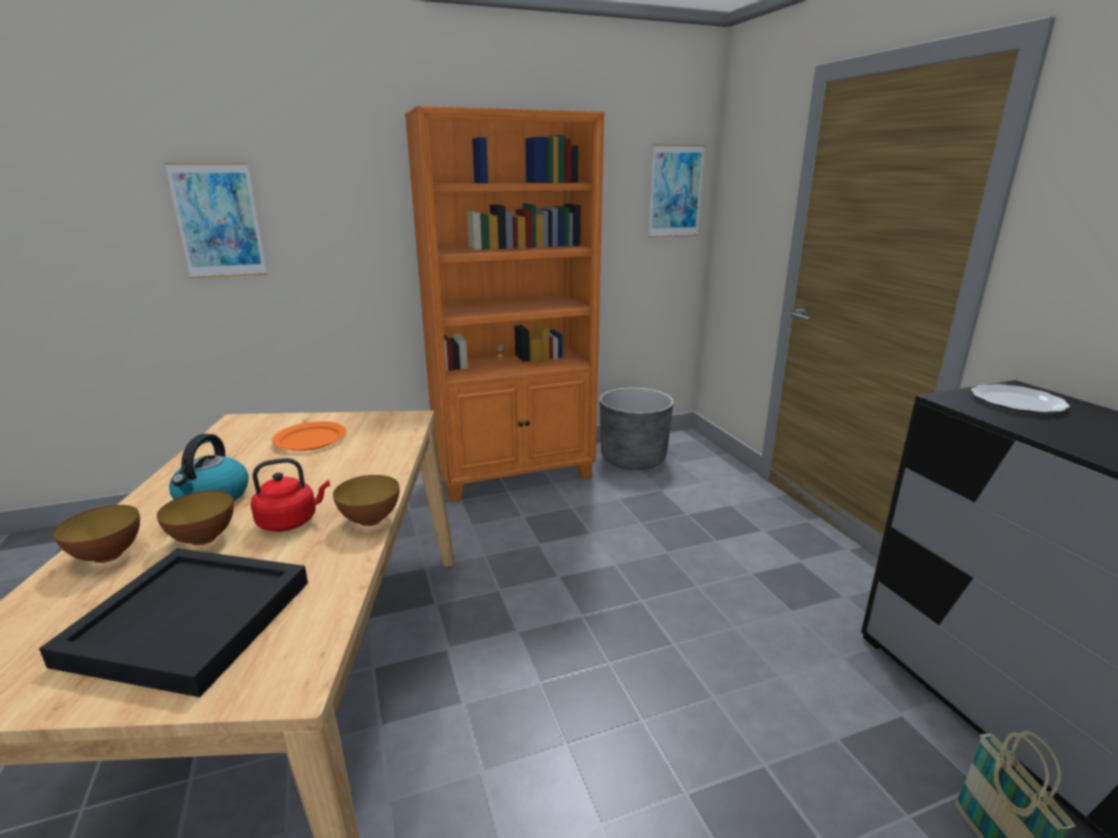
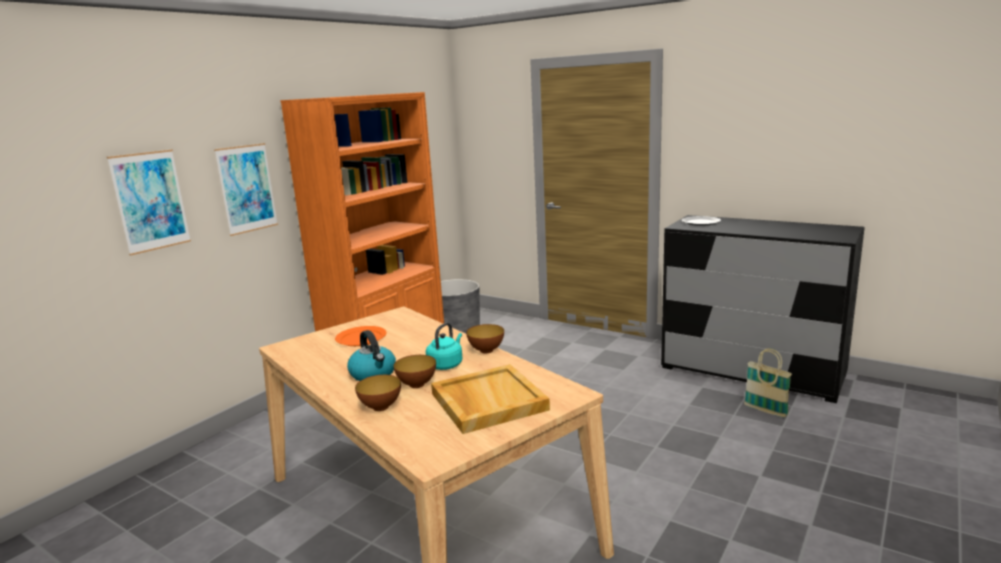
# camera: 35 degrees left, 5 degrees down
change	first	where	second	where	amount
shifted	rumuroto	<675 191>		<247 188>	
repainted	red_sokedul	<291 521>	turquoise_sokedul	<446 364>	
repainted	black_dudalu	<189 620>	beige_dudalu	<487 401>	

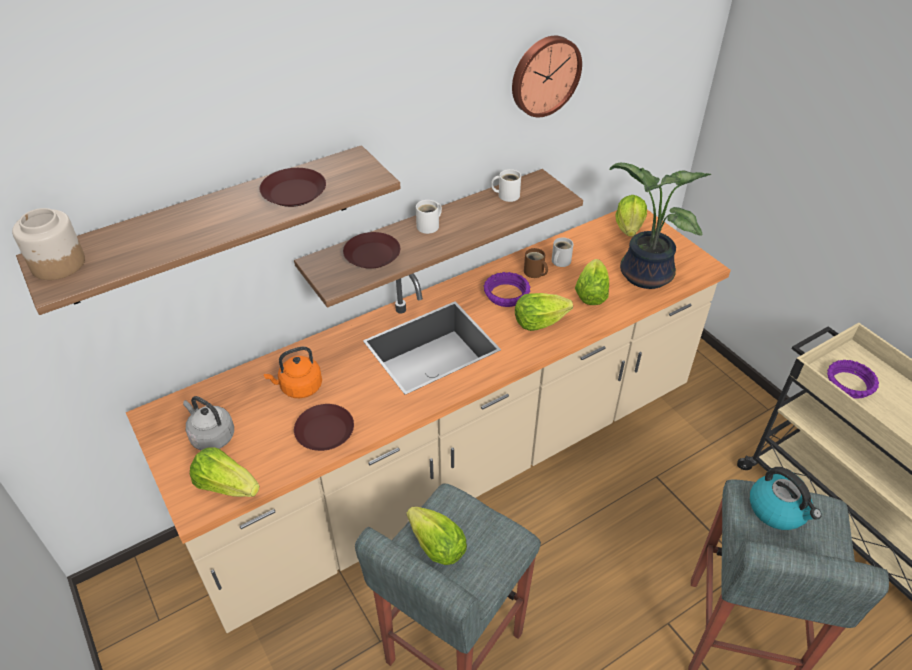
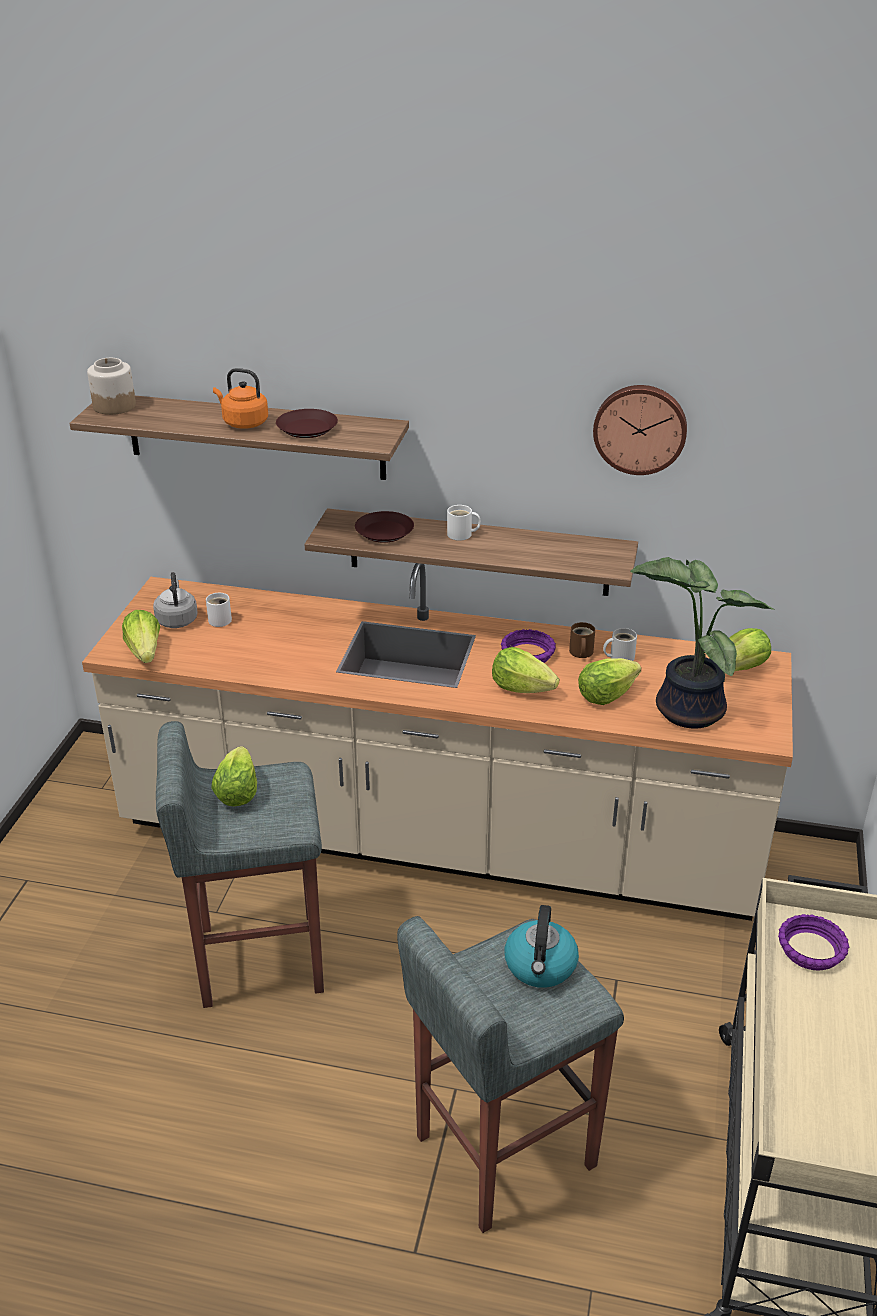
# camera: 45 degrees right, 10 degrees down
change	first	where	second	where	amount
shifted	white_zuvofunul	<506 195>		<219 619>	
shifted	orange_sokedul	<299 387>		<243 423>	
gone	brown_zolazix	<324 431>			

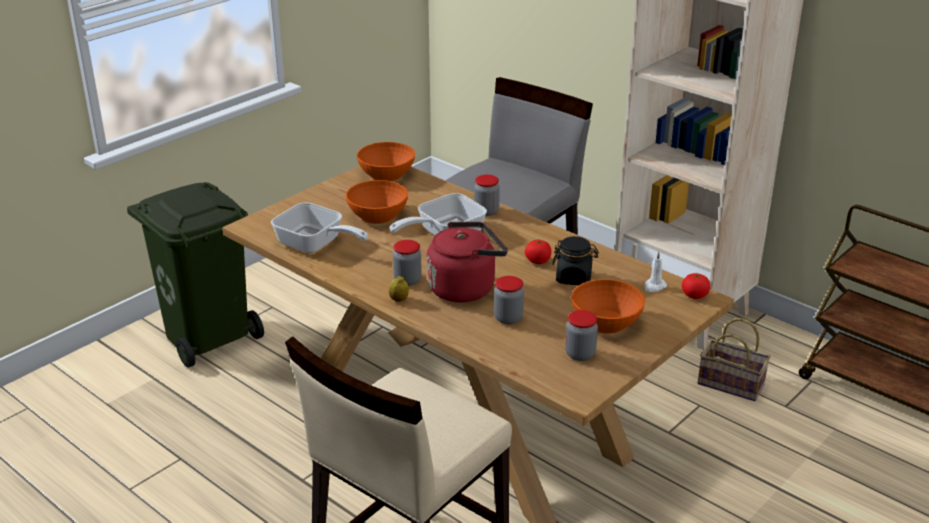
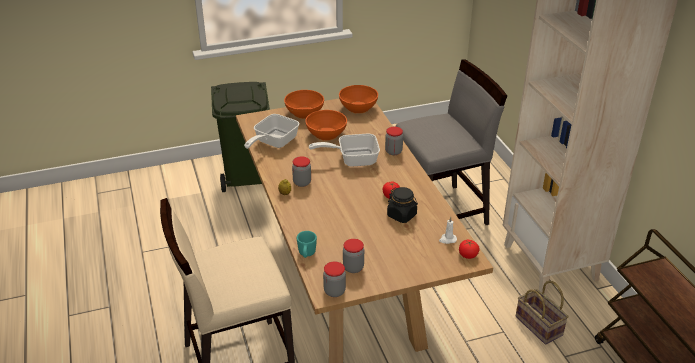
# camera: 30 degrees right, 5 degrees up
change	first	where	second	where	amount
rotated	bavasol	<315 245>		<273 142>	60 degrees clockwise
shifted	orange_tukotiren	<607 322>		<305 113>	
new			turquoise_zuvofunul	<306 254>	
shifted	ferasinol	<508 318>		<334 291>	
gone	red_sokedul	<465 288>			

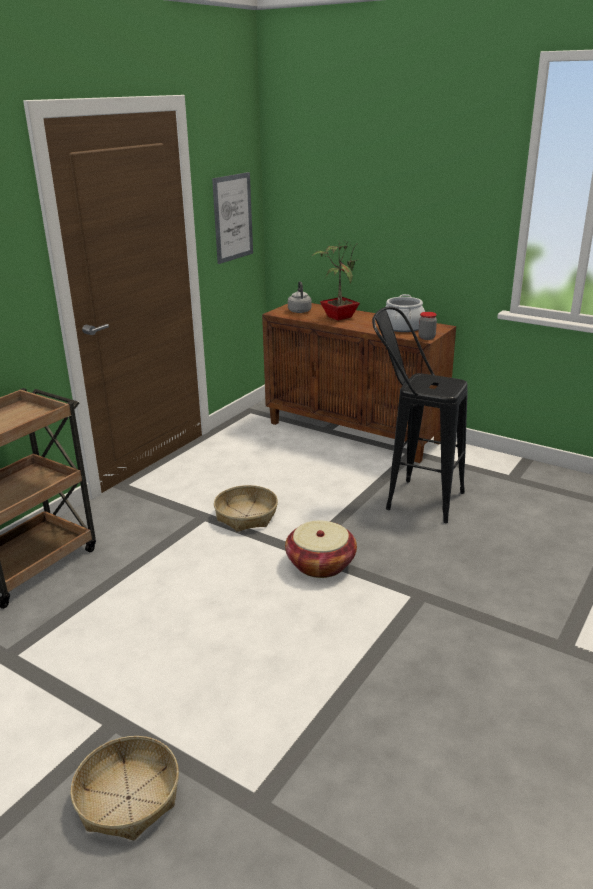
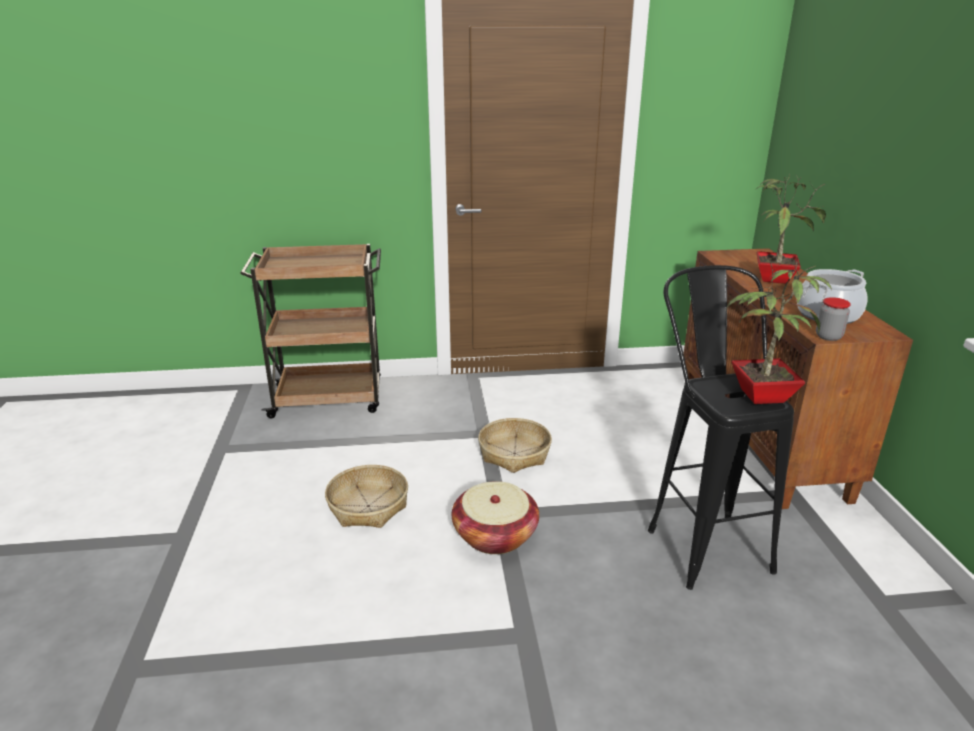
# camera: 50 degrees right, 0 degrees up
change	first	where	second	where	amount
shifted	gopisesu	<129 797>		<368 506>	
new			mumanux	<759 396>	
gone	rumuroto	<233 217>			
gone	grey_sokedul	<299 311>			

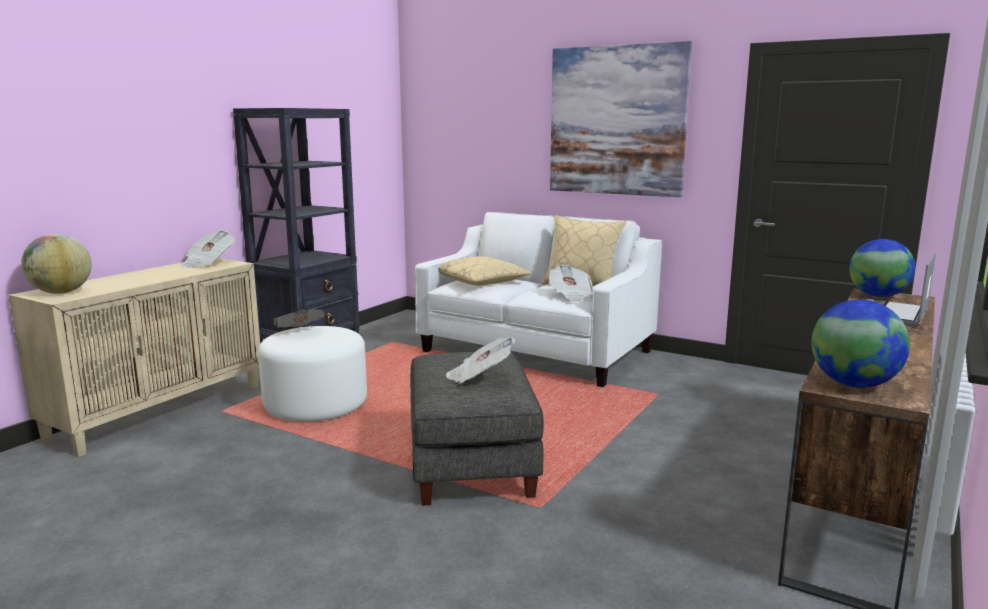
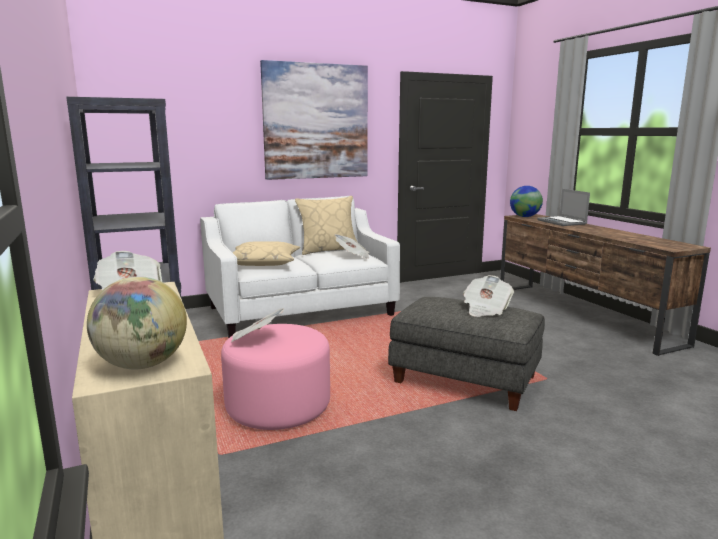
# camera: 55 degrees left, 0 degrees up
change	first	where	second	where	amount
repainted	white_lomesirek	<316 405>	pink_lomesirek	<278 406>	
gone	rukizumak	<853 384>			

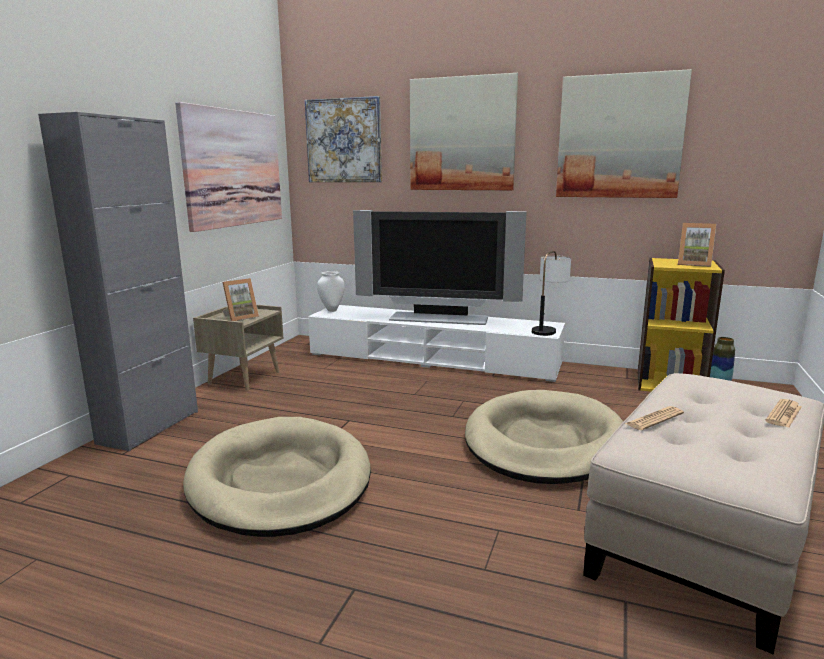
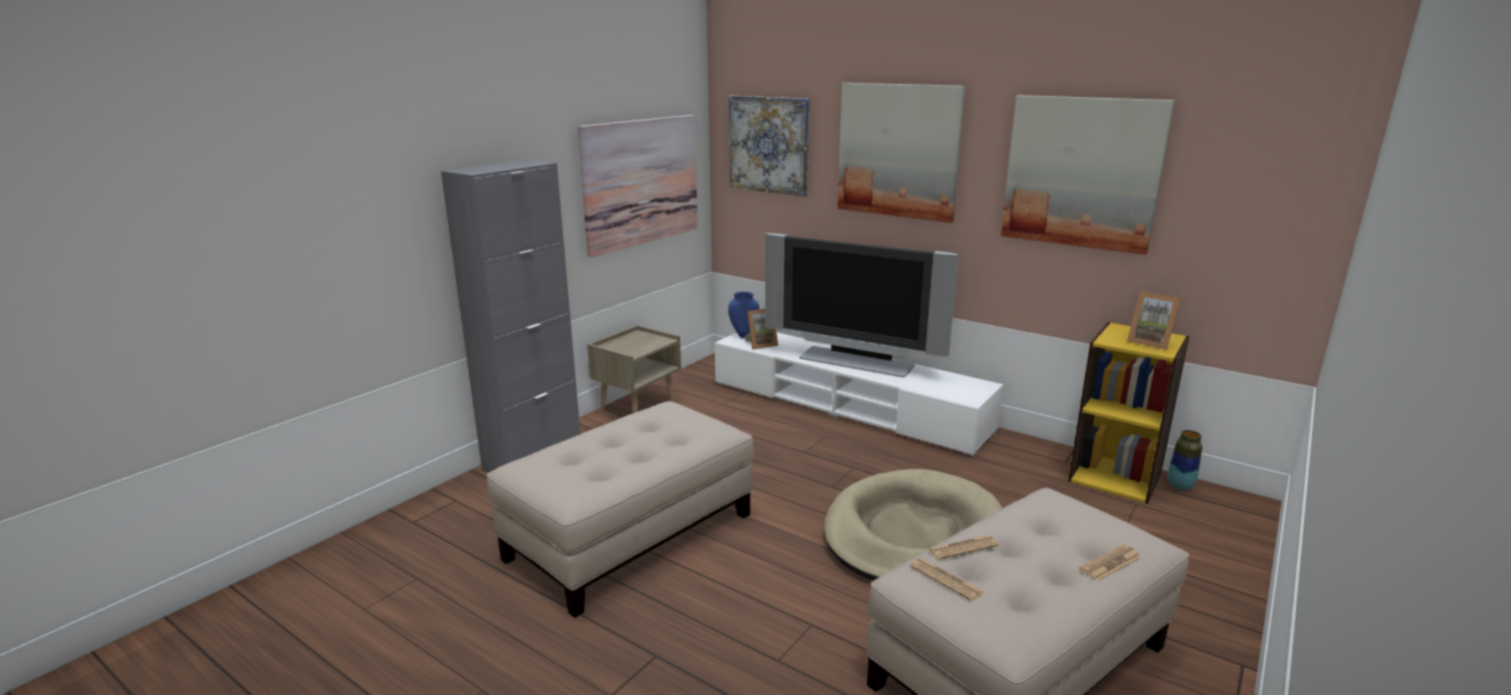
# camera: 15 degrees right, 5 degrees up
change	first	where	second	where	amount
swapped	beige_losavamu	<280 481>	beige_lomesirek	<632 537>	
repainted	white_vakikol	<332 310>	blue_vakikol	<744 335>	
shifted	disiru	<240 317>		<760 344>	
new			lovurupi	<946 580>	
gone	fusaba	<548 329>			

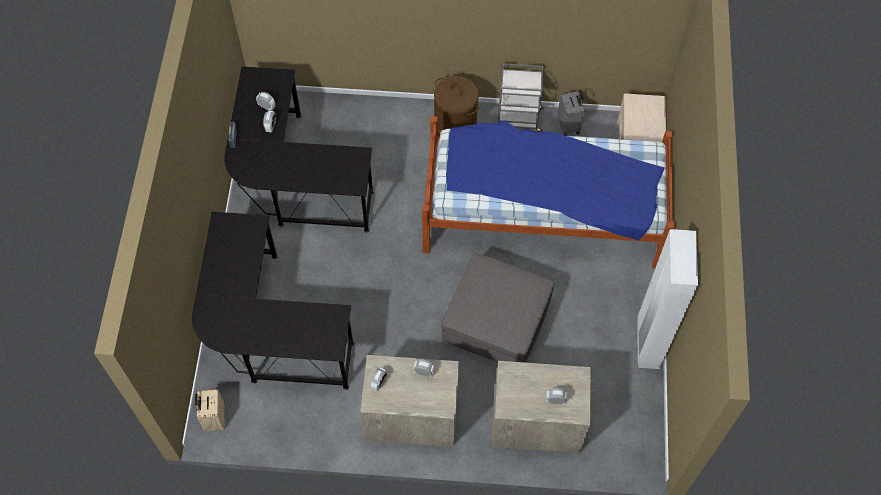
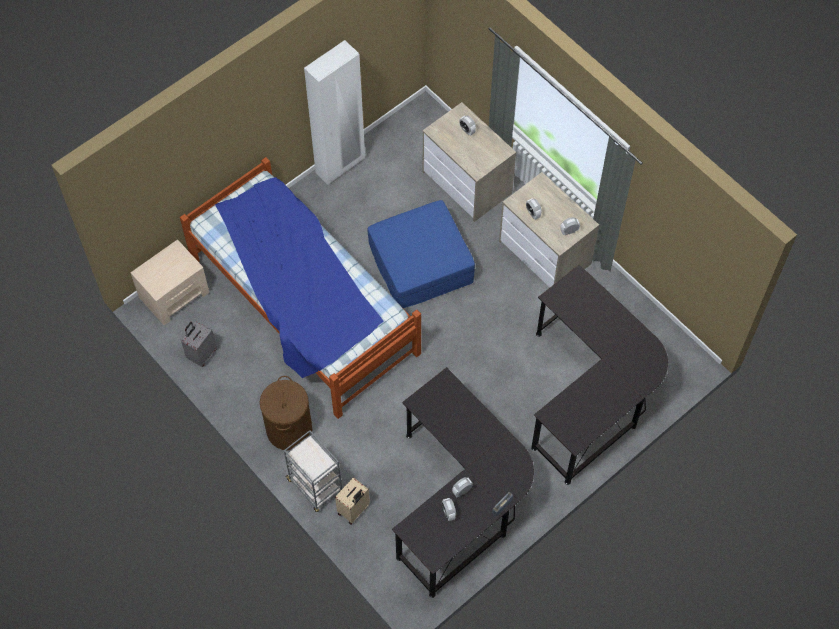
# camera: 135 degrees left, 0 degrees up
change	first	where	second	where	amount
shifted	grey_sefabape	<518 120>		<316 486>	
shifted	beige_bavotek	<214 418>		<354 510>	
repainted	grey_lomesirek	<497 319>	blue_lomesirek	<420 263>	

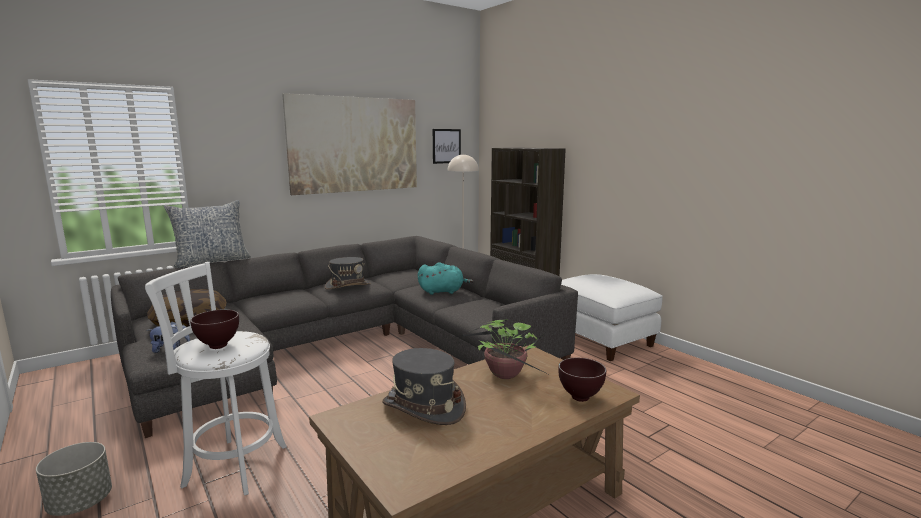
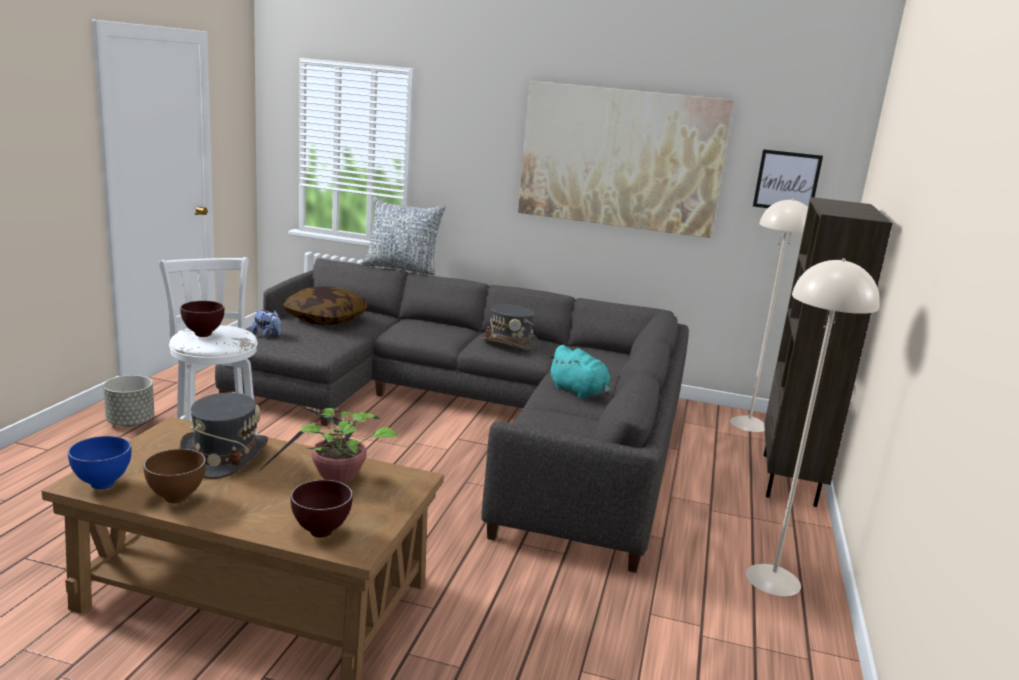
# camera: 50 degrees right, 5 degrees up
change	first	where	second	where	amount
new			blue_tukotiren	<101 484>	
new			brown_tukotiren	<176 499>	
swapped	white_lomesirek	<600 339>	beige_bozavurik	<773 580>	

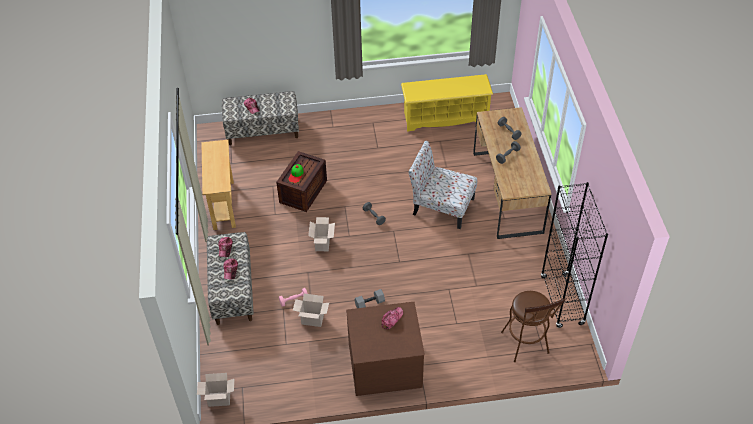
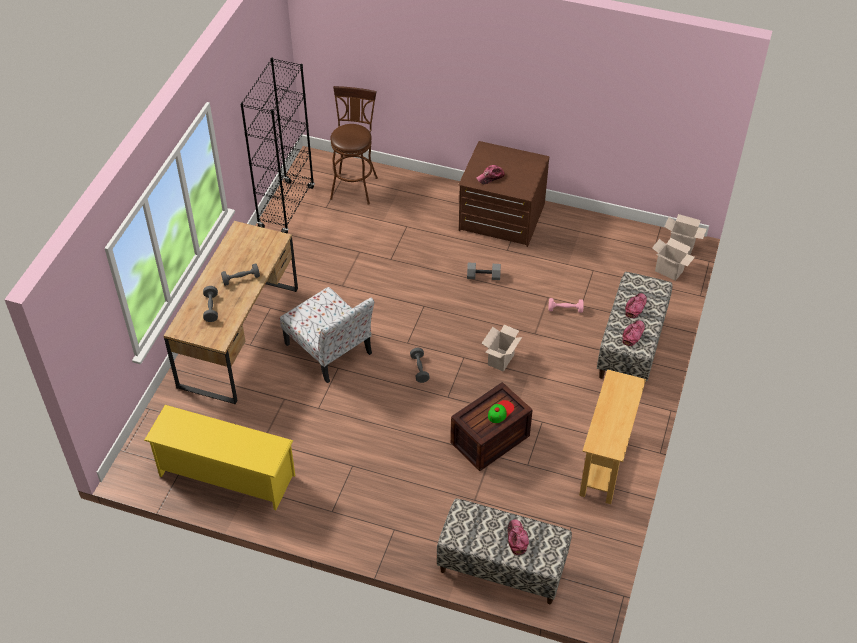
# camera: 155 degrees left, 0 degrees up
change	first	where	second	where	amount
shifted	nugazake	<311 320>		<670 271>	

